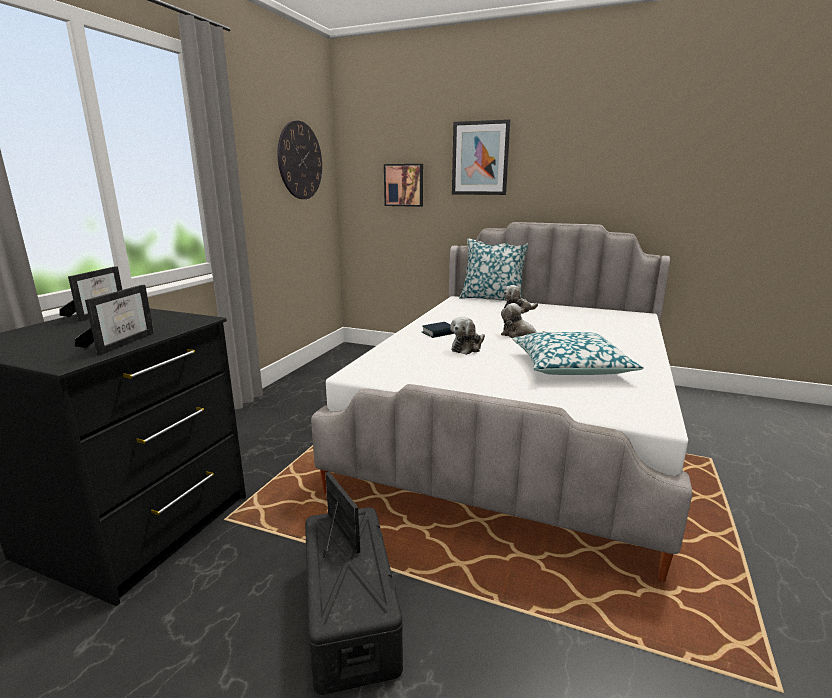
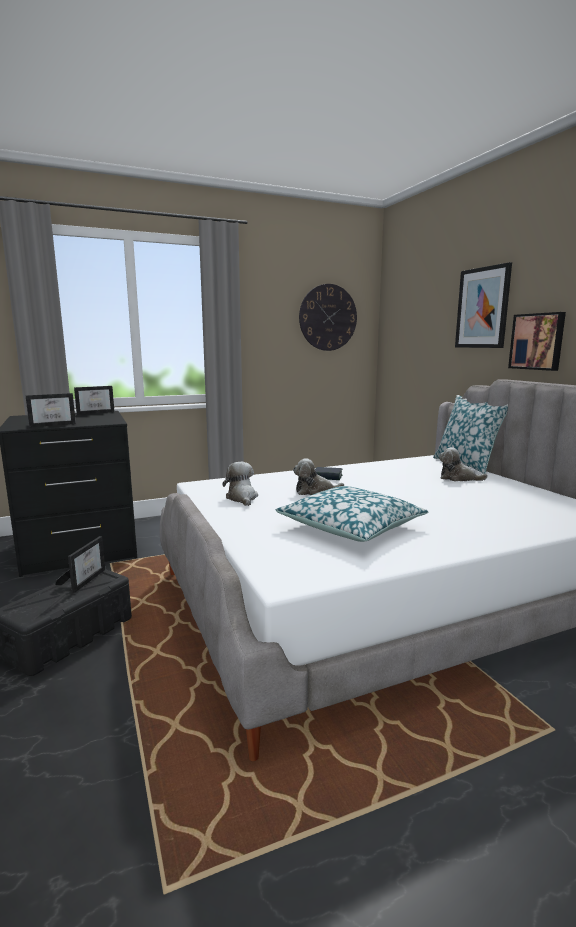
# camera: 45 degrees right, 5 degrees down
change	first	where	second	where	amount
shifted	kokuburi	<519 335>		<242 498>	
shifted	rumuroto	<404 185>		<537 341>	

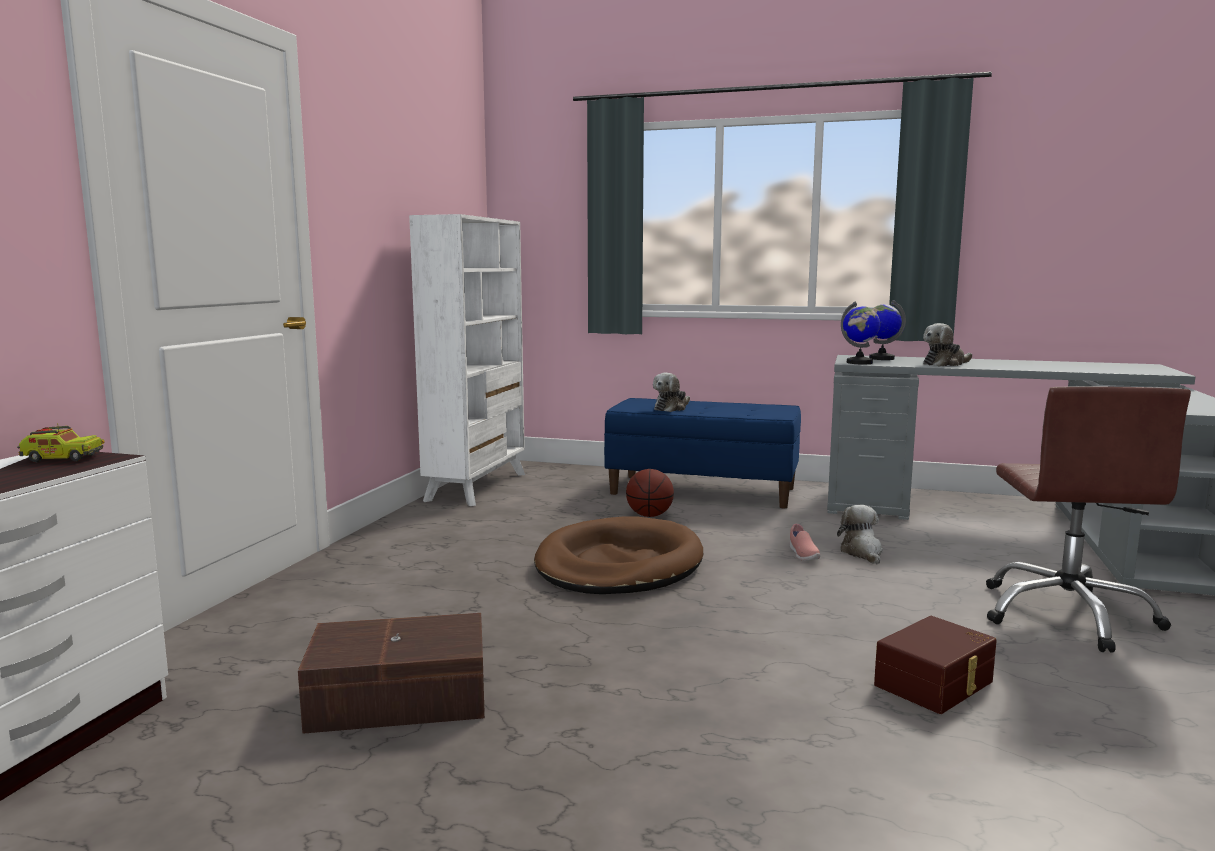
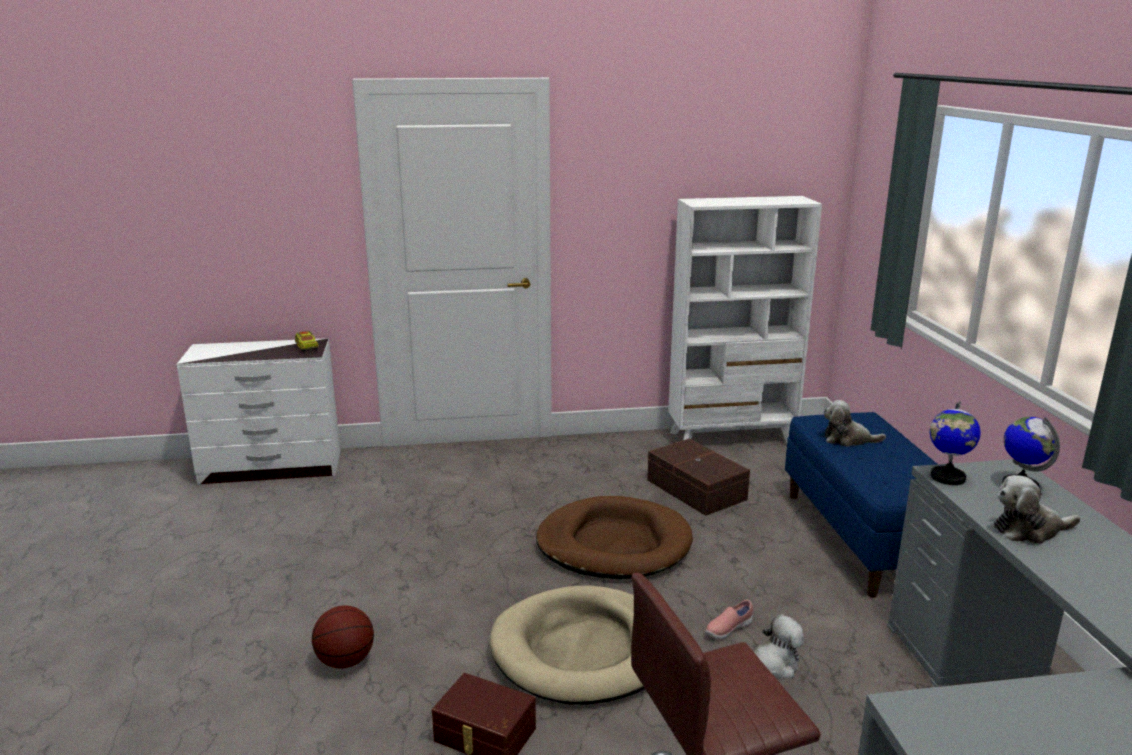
# camera: 65 degrees right, 10 degrees up
change	first	where	second	where	amount
shifted	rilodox	<649 515>		<345 661>	
new			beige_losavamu	<584 651>	
shifted	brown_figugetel	<401 699>		<695 490>	
rotated	kokuburi	<945 364>		<1029 530>	45 degrees counterclockwise

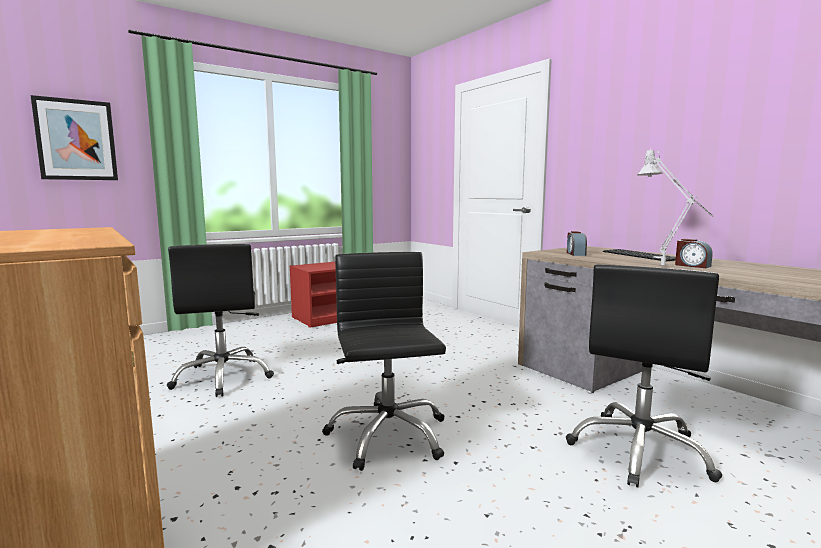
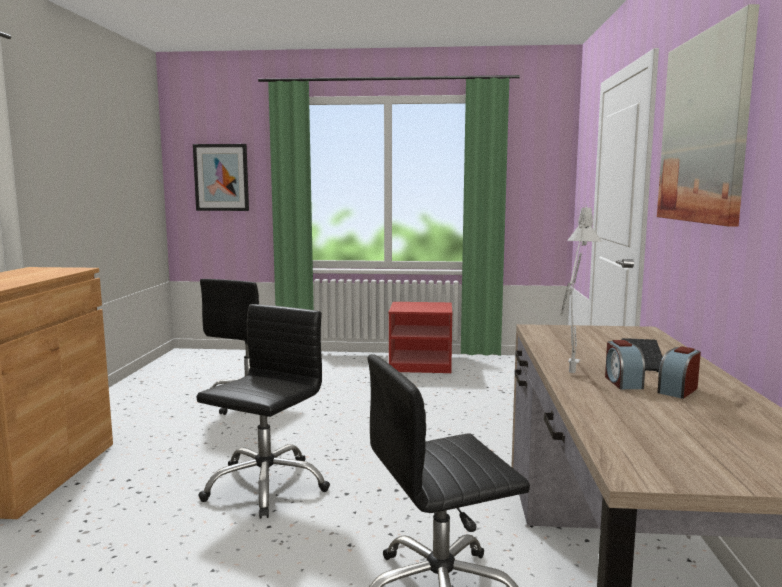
# camera: 40 degrees right, 0 degrees up
change	first	where	second	where	amount
new			rumuroto	<705 128>	
shifted	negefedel	<575 254>		<678 390>	

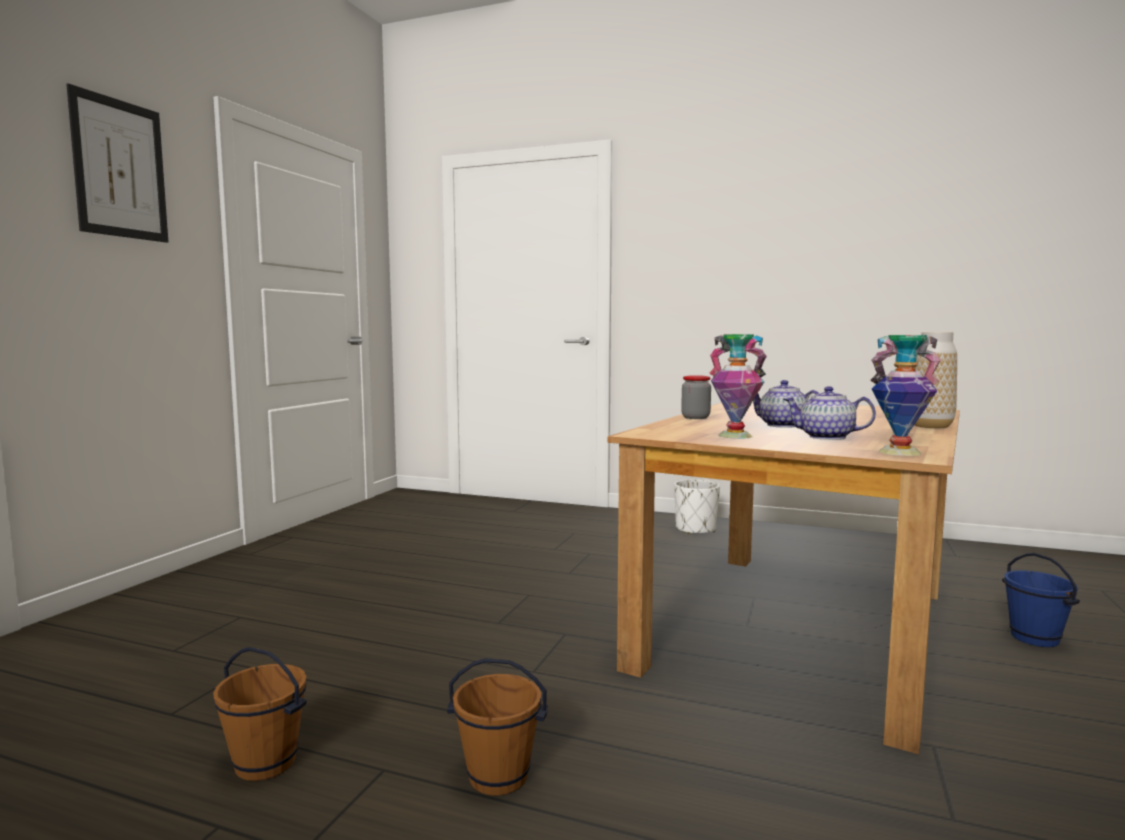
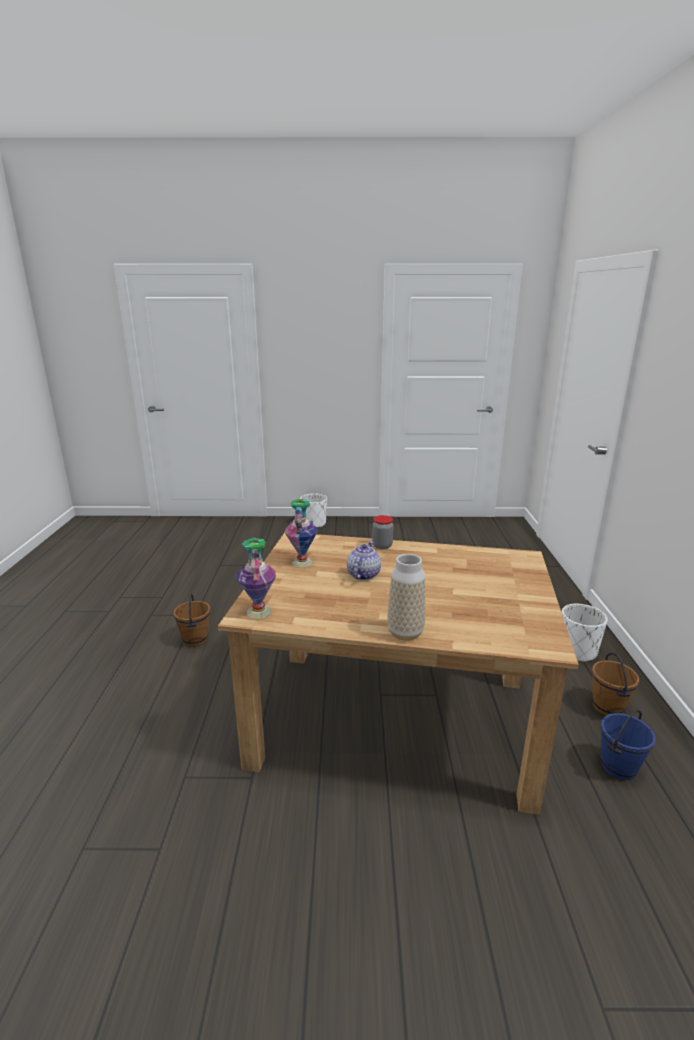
# camera: 70 degrees right, 15 degrees up
change	first	where	second	where	amount
new			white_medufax	<314 524>	
shifted	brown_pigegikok	<266 762>		<608 707>	
shifted	blue_pigegikok	<1035 638>		<619 768>	
gone	rumuroto	<120 169>			
gone	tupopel	<826 437>			

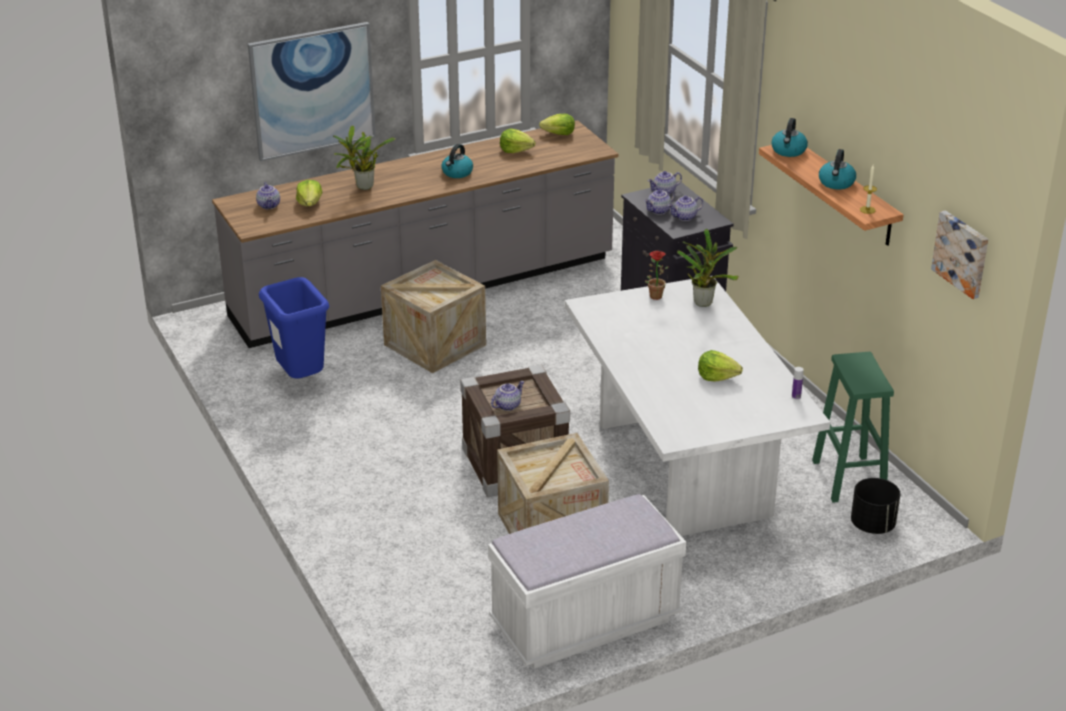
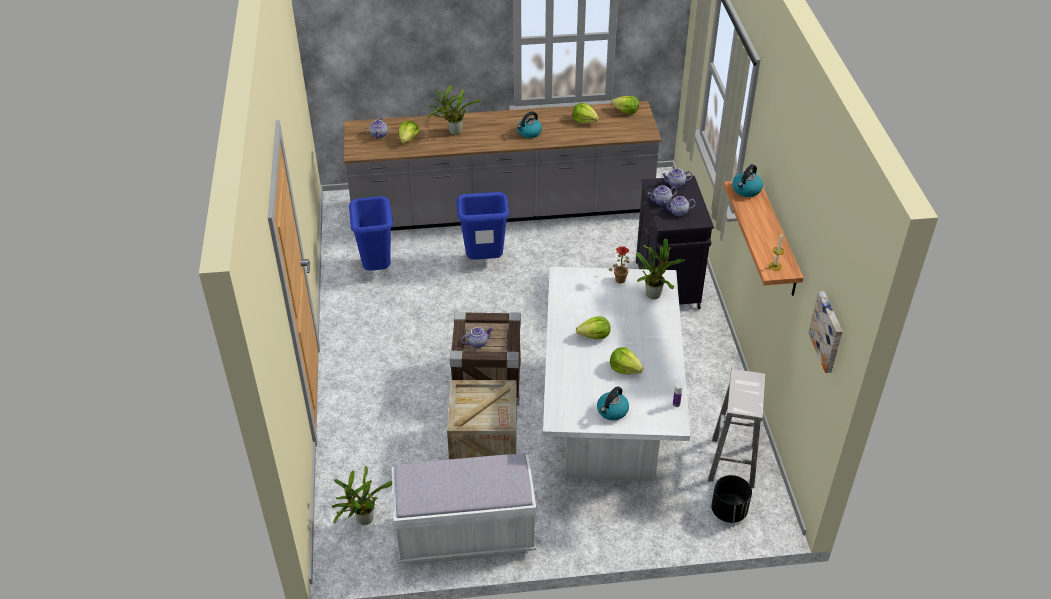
# camera: 20 degrees right, 10 degrees up
change	first	where	second	where	amount
new			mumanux	<363 520>	
swapped	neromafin	<435 345>	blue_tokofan	<485 261>	
new			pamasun	<594 336>	
shifted	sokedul	<836 183>		<612 411>	
repainted	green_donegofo	<849 479>	white_donegofo	<732 463>	
gone	rumuroto	<312 90>			

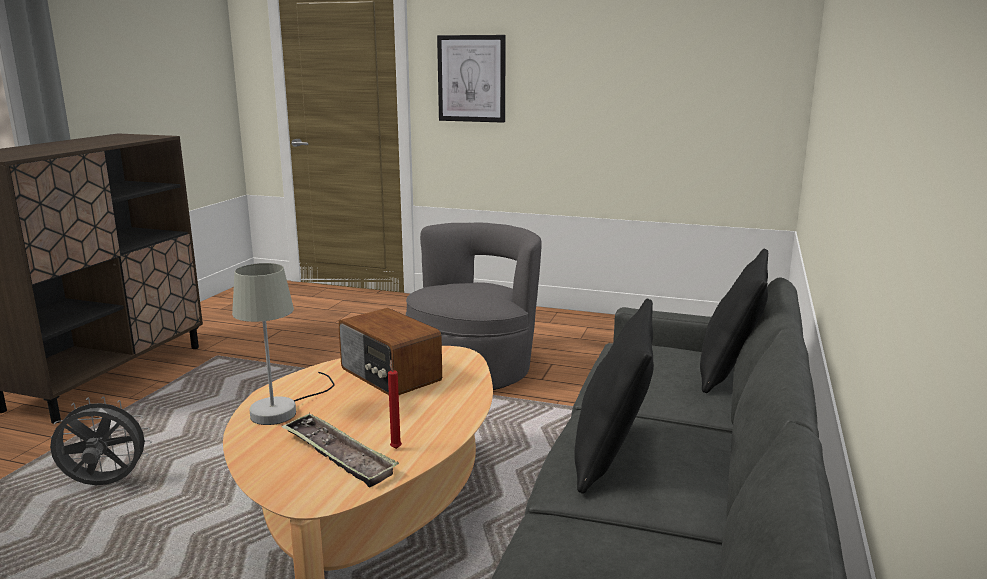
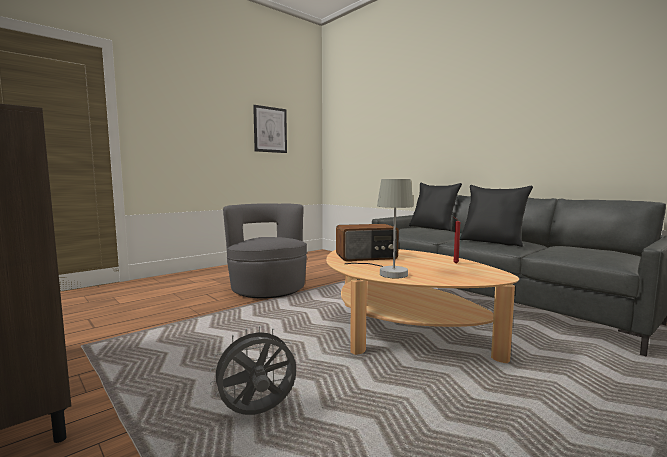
# camera: 60 degrees left, 10 degrees down
change	first	where	second	where	amount
rotated	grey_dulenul	<104 485>		<257 414>	45 degrees clockwise
shifted	rumuroto	<471 78>		<270 129>	
gone	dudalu	<338 455>			

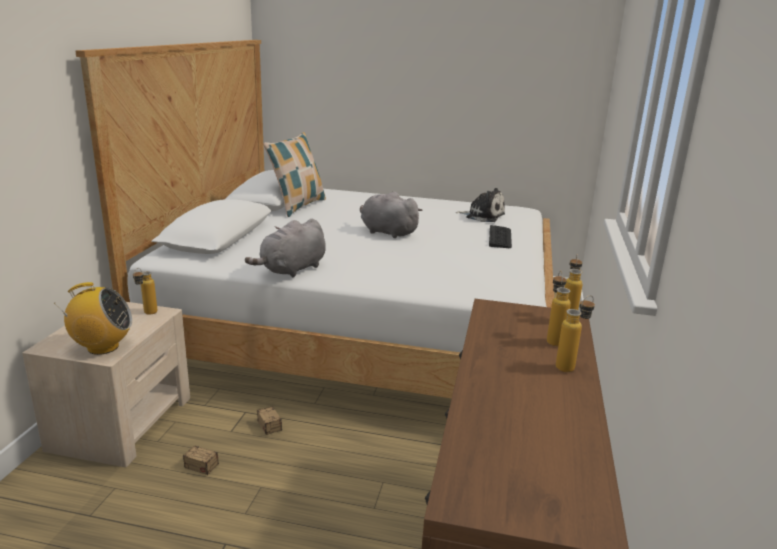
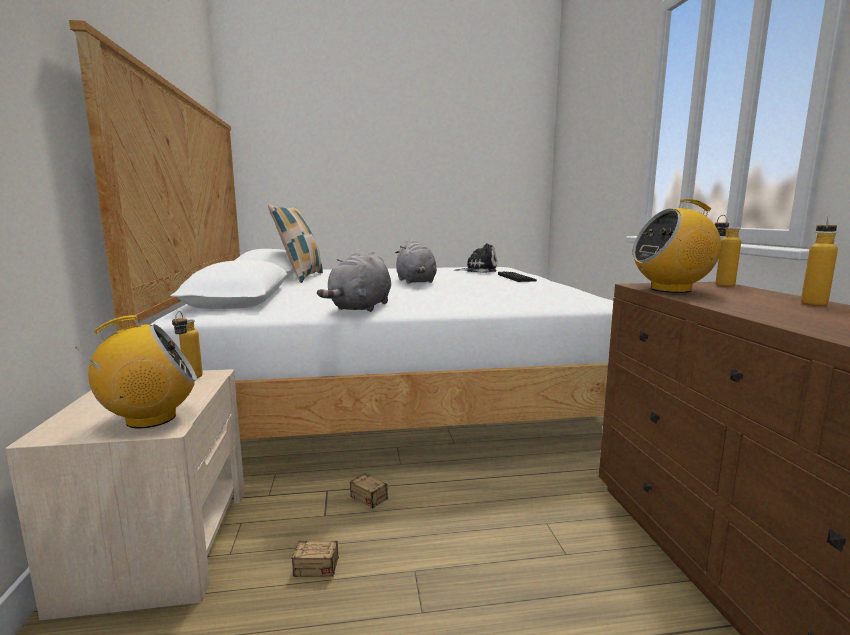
# camera: 20 degrees left, 10 degrees down
change	first	where	second	where	amount
rotated	grey_kokuburi	<386 232>		<415 282>	120 degrees counterclockwise
new			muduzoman	<671 290>	
gone	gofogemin	<553 339>			

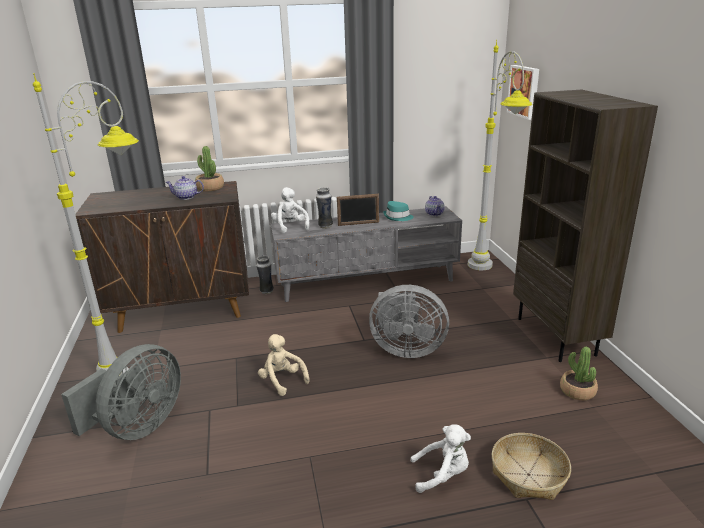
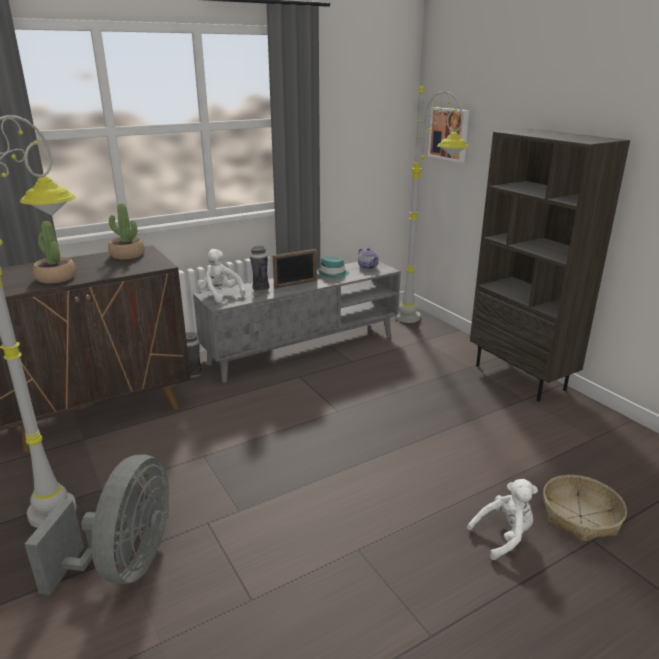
# camera: 20 degrees left, 0 degrees up
change	first	where	second	where	amount
shifted	mumanux	<577 391>		<56 278>	
gone	tupopel	<186 197>			
gone	beige_kokuburi	<282 380>			
gone	grey_dulenul	<406 349>			

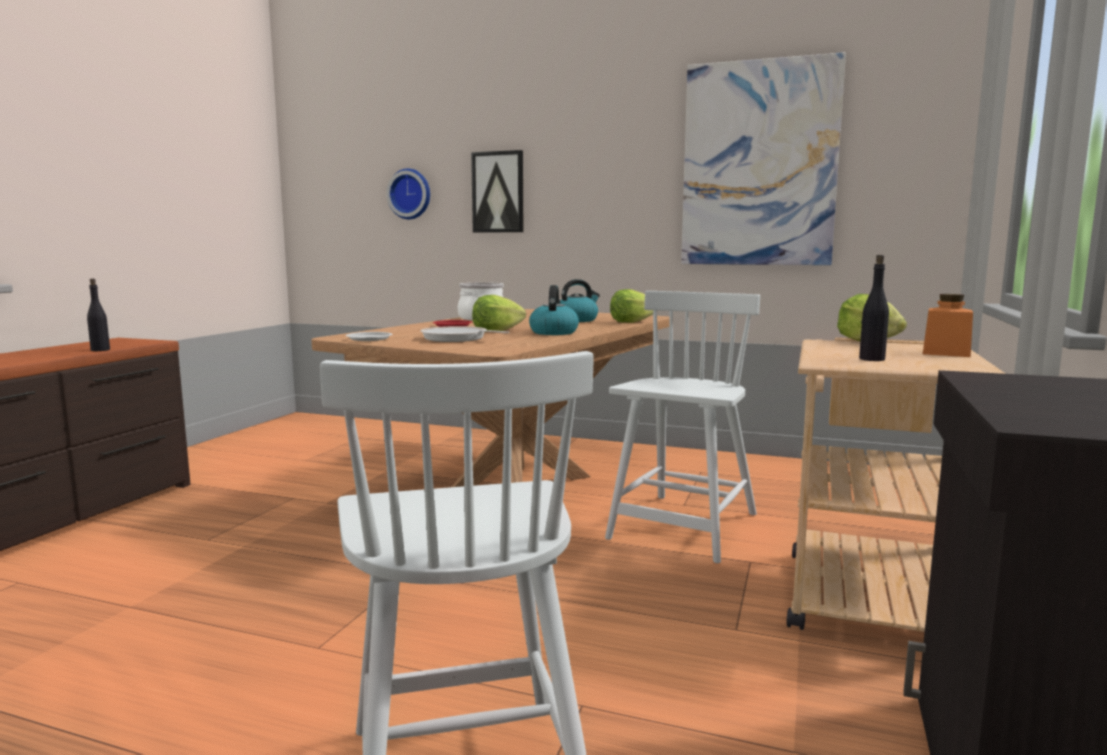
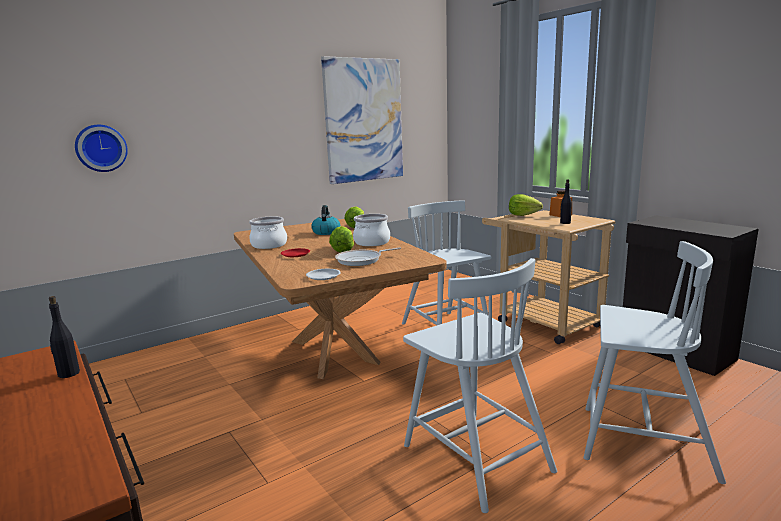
# camera: 55 degrees left, 5 degrees up
change	first	where	second	where	amount
swapped	sokedul	<553 332>	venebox	<372 242>	
new			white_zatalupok	<475 456>	
gone	rumuroto	<498 192>			

